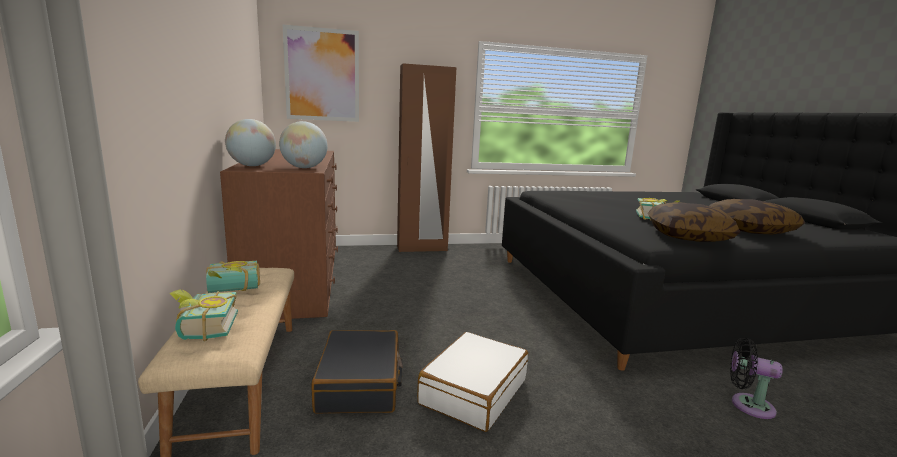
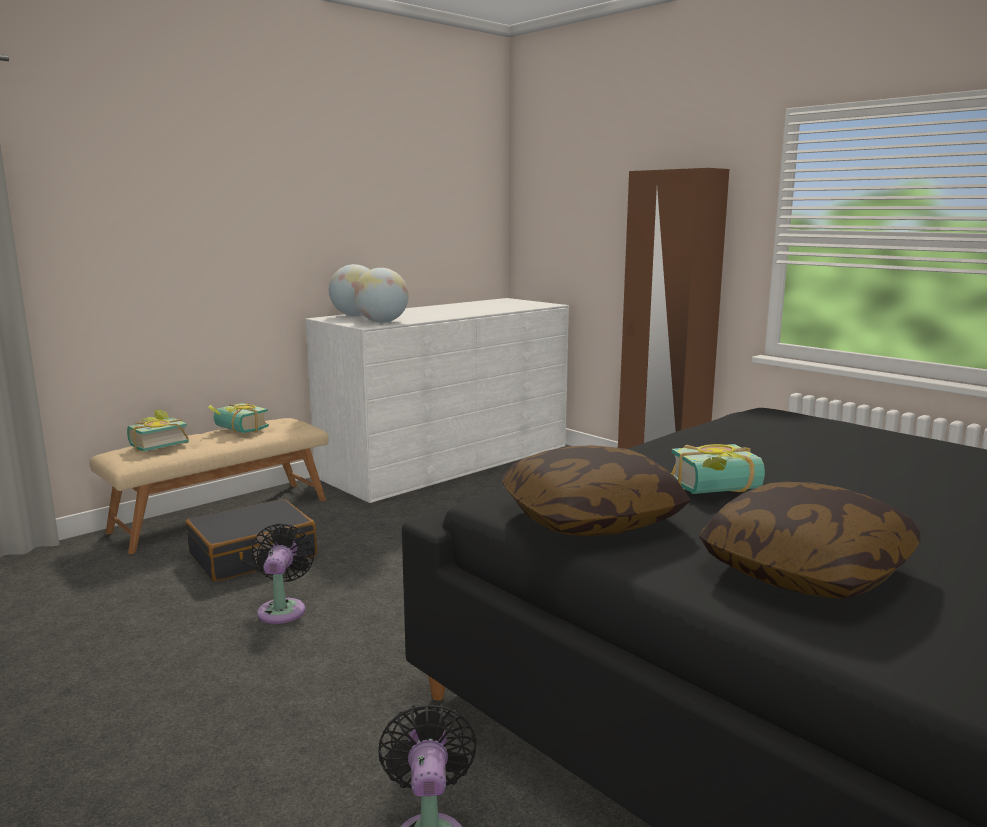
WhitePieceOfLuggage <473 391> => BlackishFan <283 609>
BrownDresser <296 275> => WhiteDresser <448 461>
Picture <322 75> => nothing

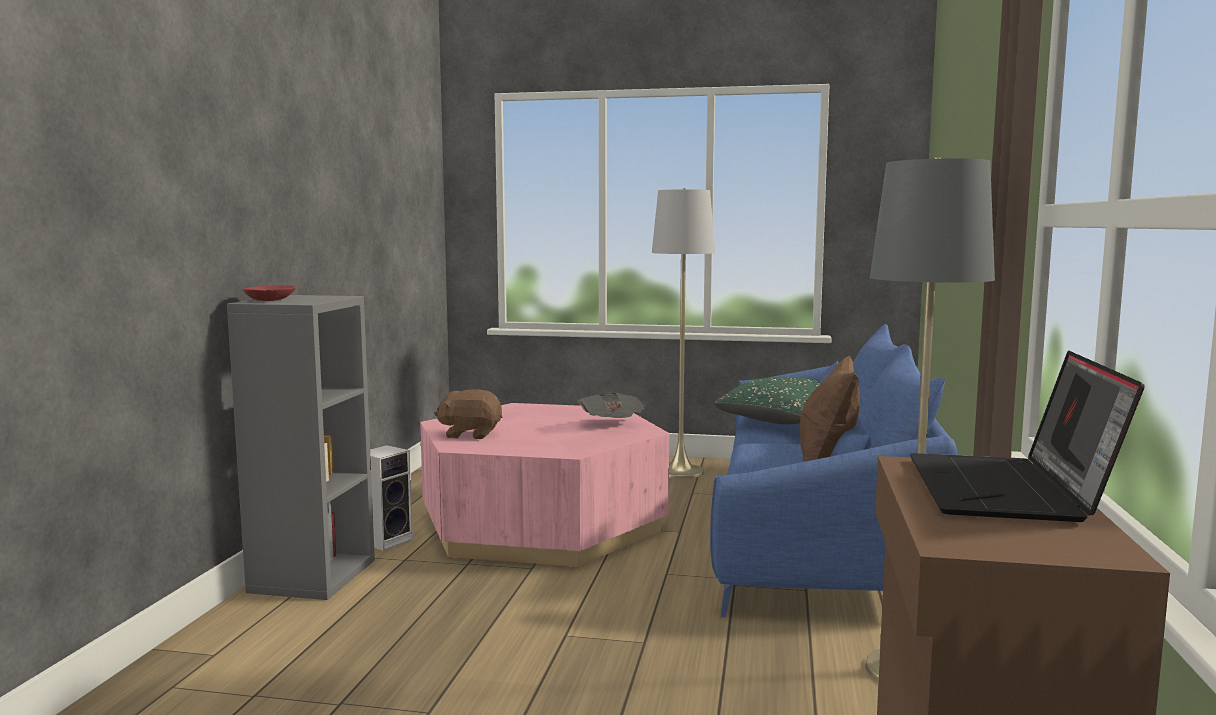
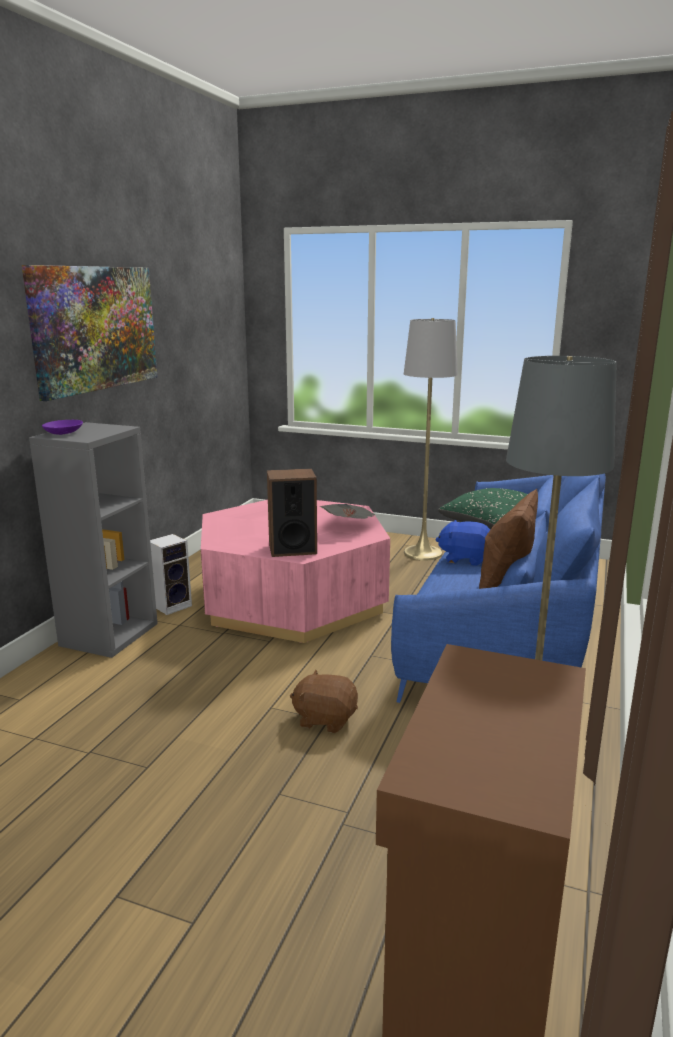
nothing => Picture <95 328>
ReddishServingBowl <269 300> => PurplishServingBowl <63 433>
nothing => Loudspeaker <292 549>
BrownSoftToy <470 434> => BrownSoftToy <325 719>, shifted
nothing => BlueColouredSoftToy <465 558>
PortableComputer <1010 491> => nothing

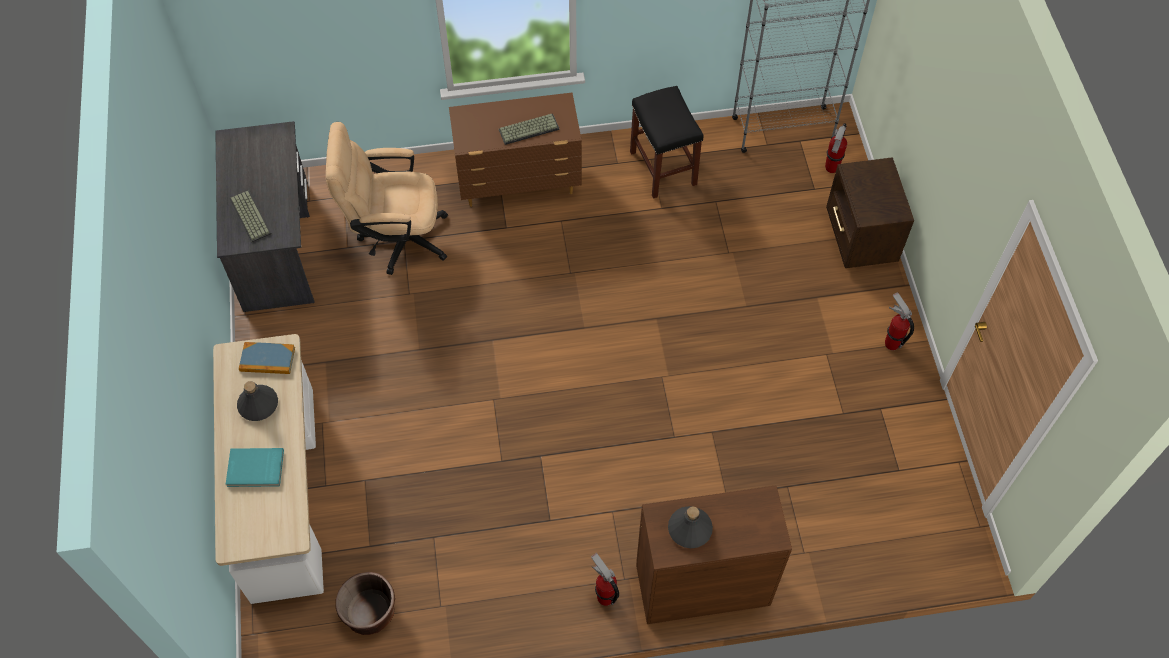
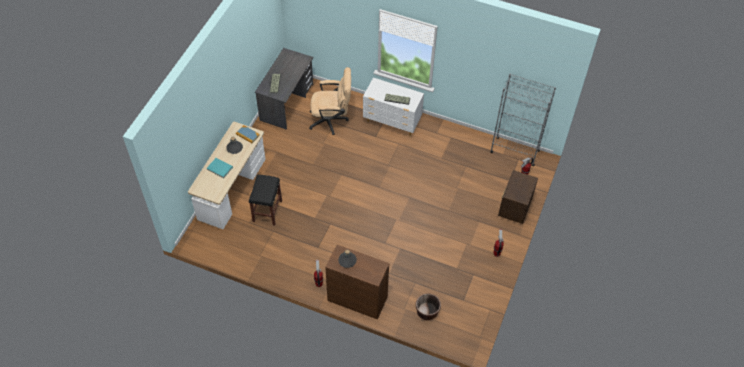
BlackishStool <664 169> => BlackishStool <267 211>, shifted
SandColouredOfficeChair <396 238> => SandColouredOfficeChair <331 120>, 150 degrees clockwise
BrownDresser <520 184> => WhiteDresser <392 122>
BrownFlowerPot <370 612> => BrownFlowerPot <427 312>, shifted

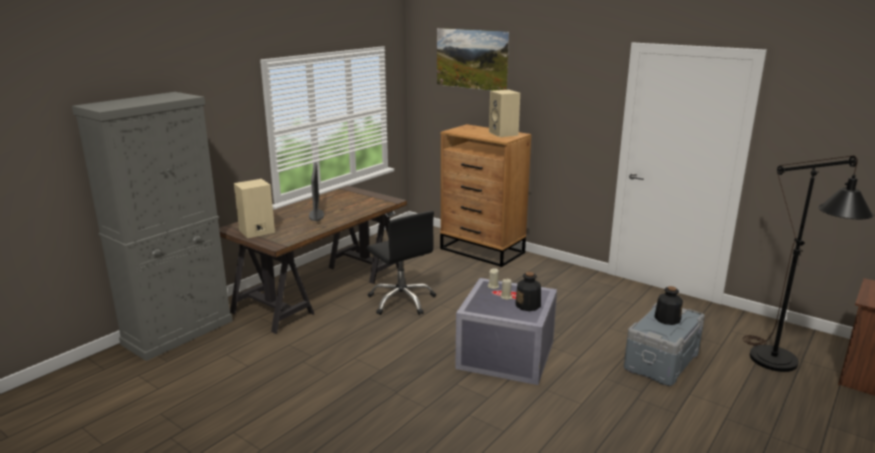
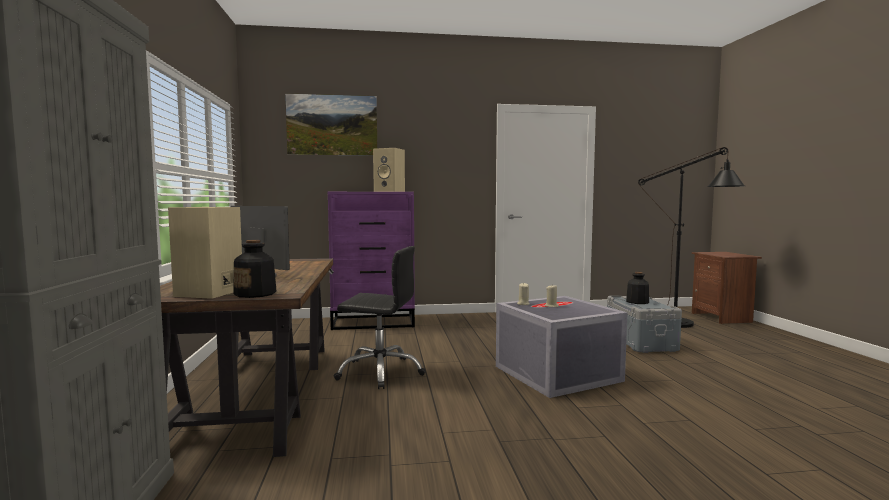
DrinkBottle <528 305> => DrinkBottle <255 294>, shifted
BrownDresser <482 251> => PurplishDresser <374 322>

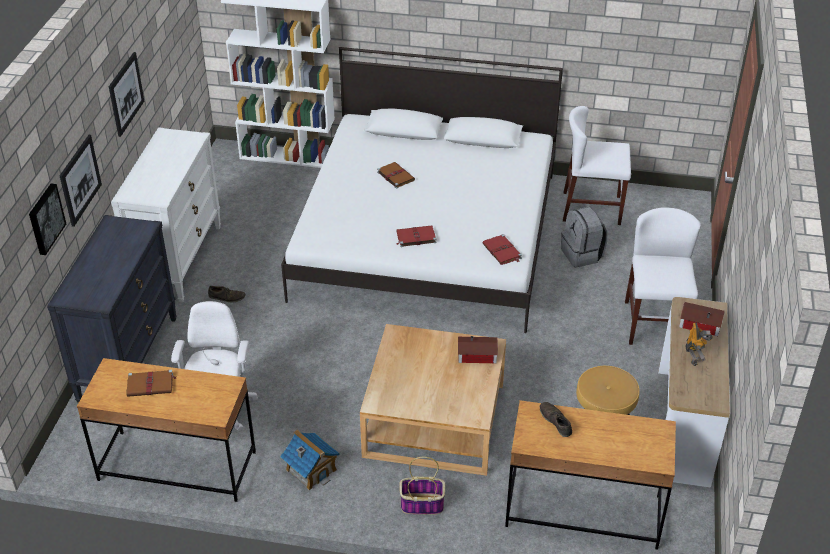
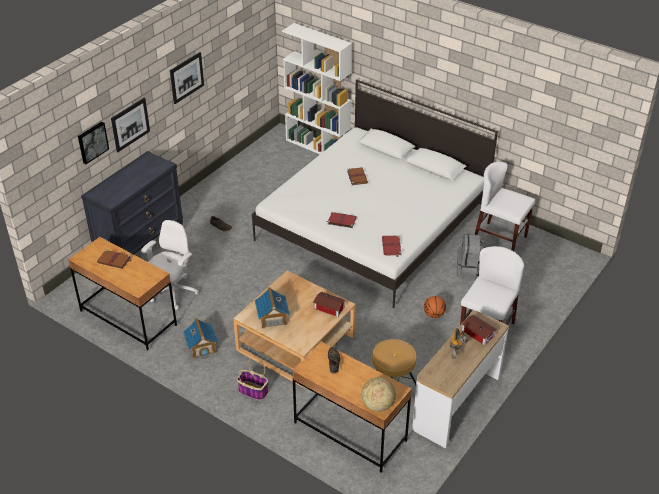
nothing => ToyHouse <272 318>
nothing => DeskGlobe <377 405>
nothing => BasketballBall <434 314>
WhiteDresser <178 260> => nothing

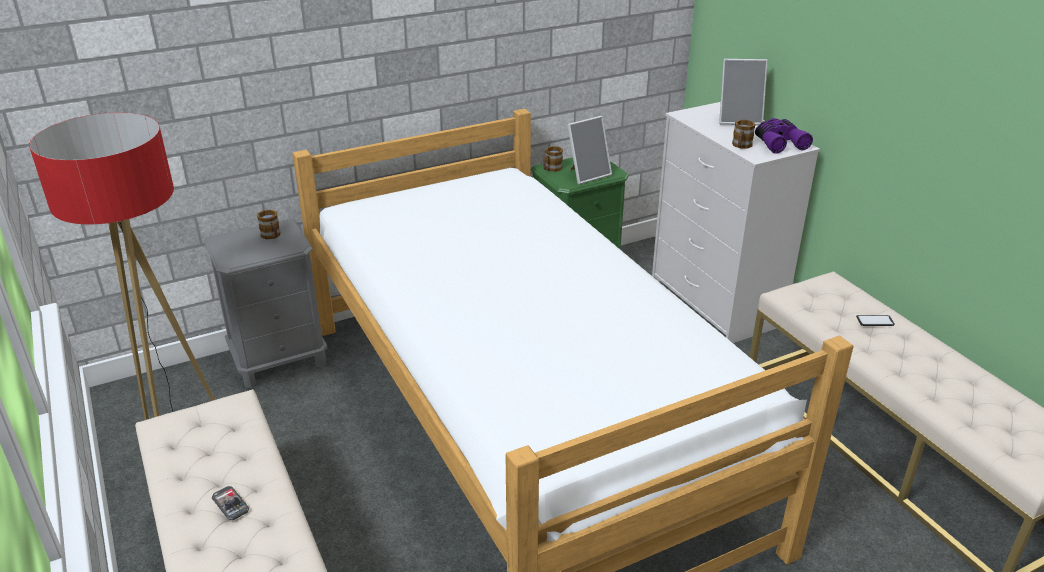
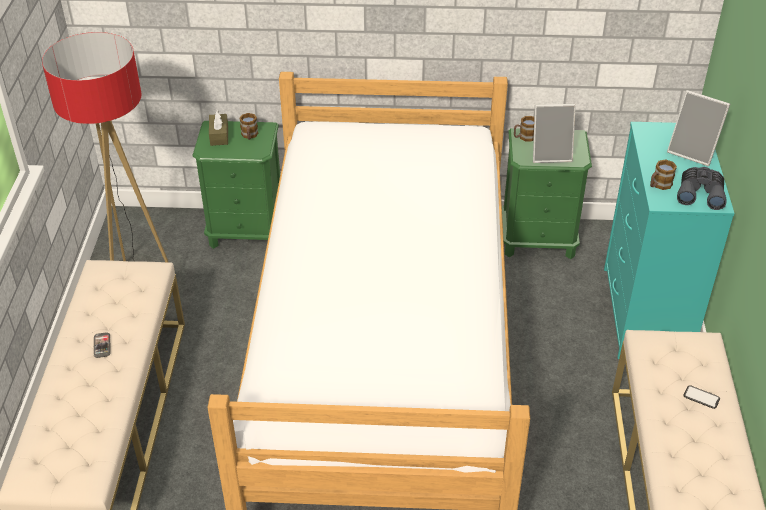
GreyBedsideTable <279 360> => GreenColouredBedsideTable <247 231>
nothing => BrownTissueBox <219 135>
WhiteDresser <716 303> => BlueGreenDresser <646 314>
PurplishPairOfBinoculars <779 143> => GreyPairOfBinoculars <700 193>

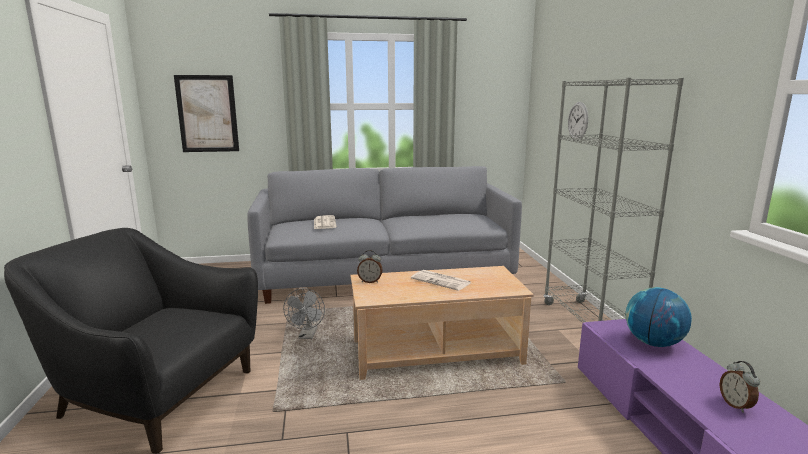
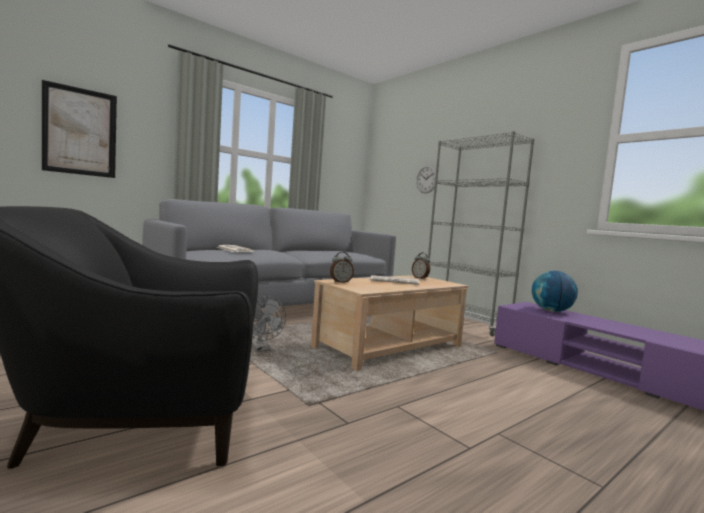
AlarmClock <736 405> => AlarmClock <420 278>, shifted

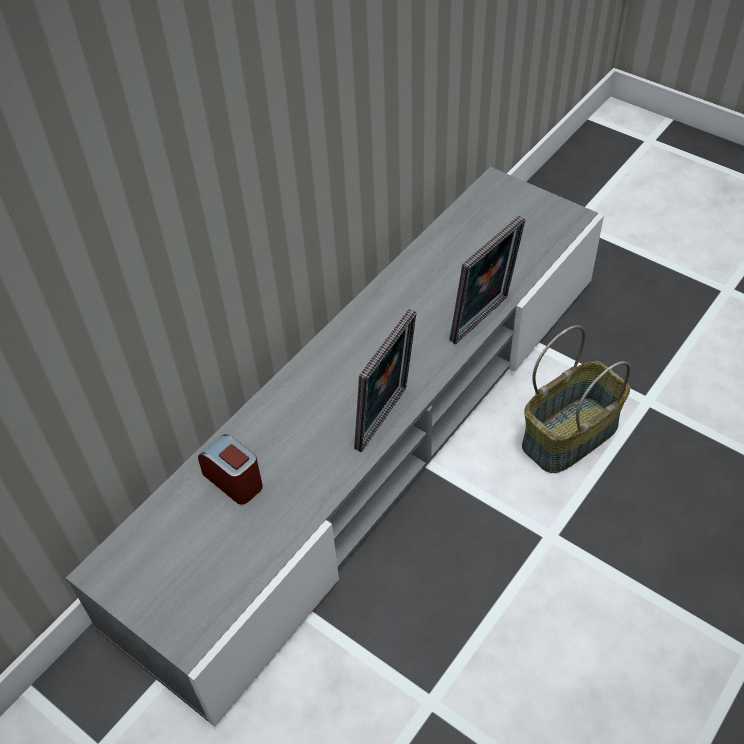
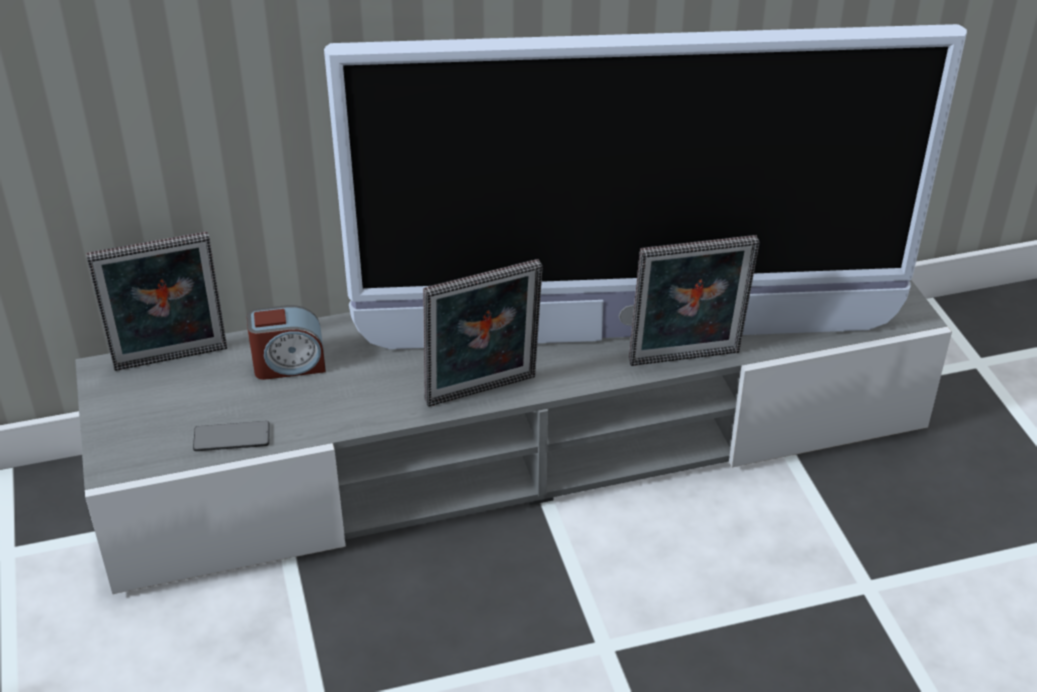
nothing => PhotoFrame <171 361>
nothing => Phone <232 437>
AlarmClock <234 480> => AlarmClock <289 364>, 90 degrees clockwise
nothing => Television <629 335>
StorageBasket <569 434> => nothing

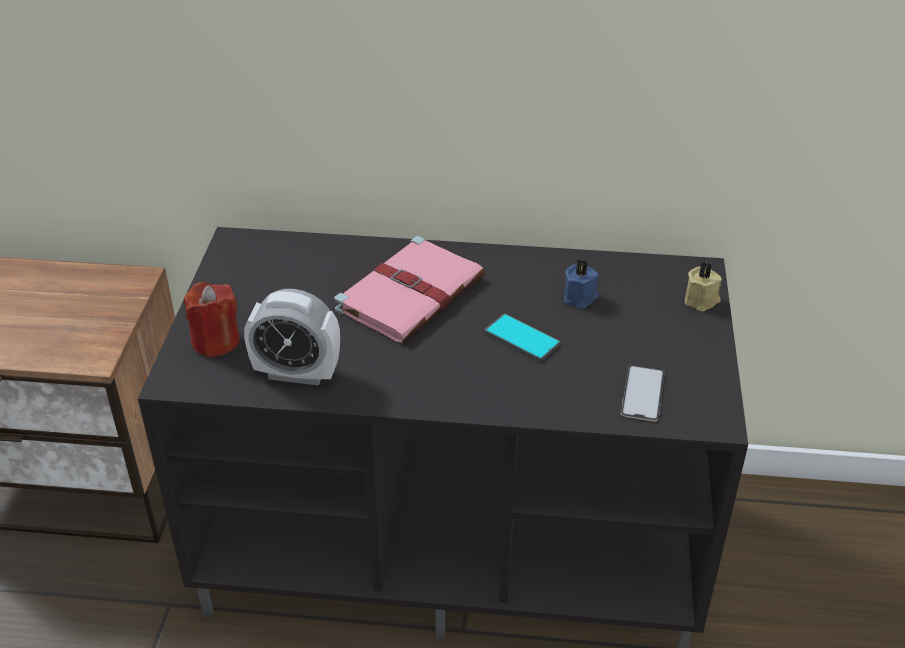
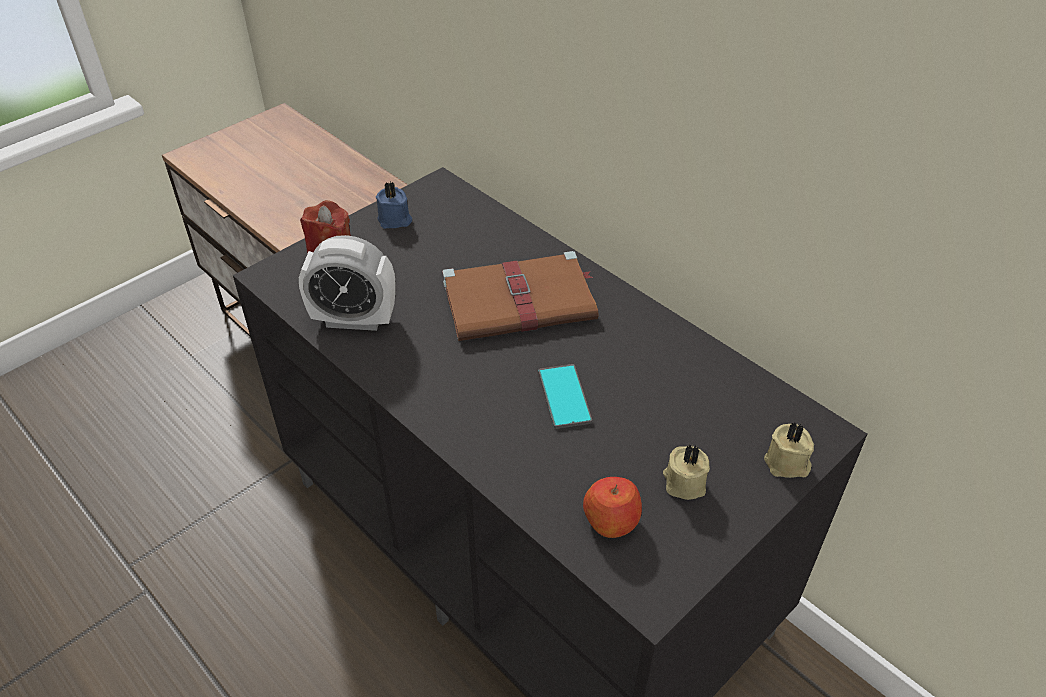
AlarmClock <297 373> => AlarmClock <354 320>, 45 degrees counterclockwise
BlueColouredWaxCandle <581 297> => BlueColouredWaxCandle <395 220>, shifted
PinkBoundBook <412 292> => BrownBoundBook <521 301>
Phone <642 393> => Apple <611 520>
nothing => SandColouredWaxCandle <683 482>

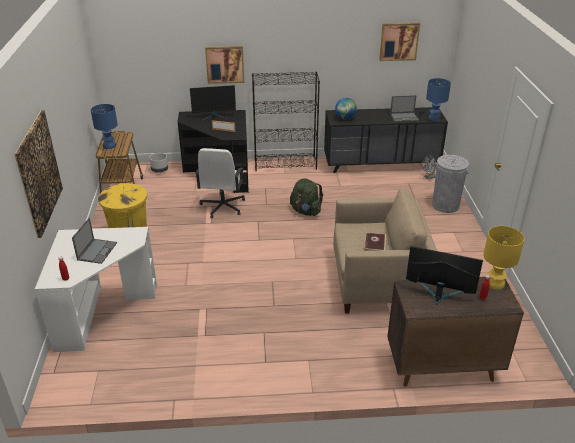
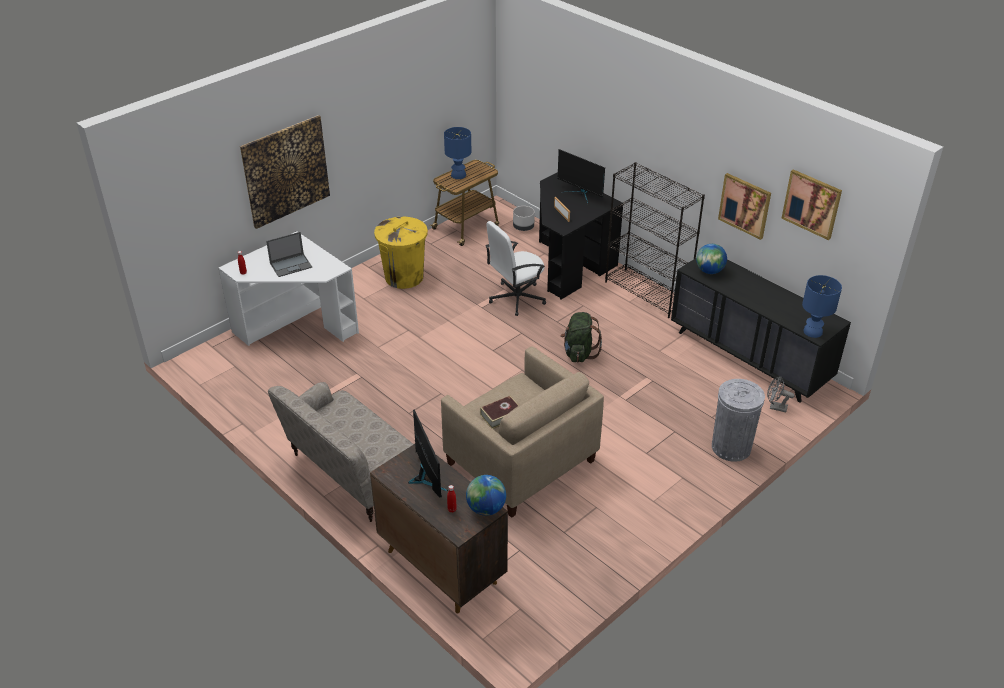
nothing => SandColouredSofa <354 473>
YellowishTabletopLamp <494 283> => DeskGlobe <486 508>
Picture <225 64> => Picture <745 205>, shifted
PortableComputer <404 117> => nothing

